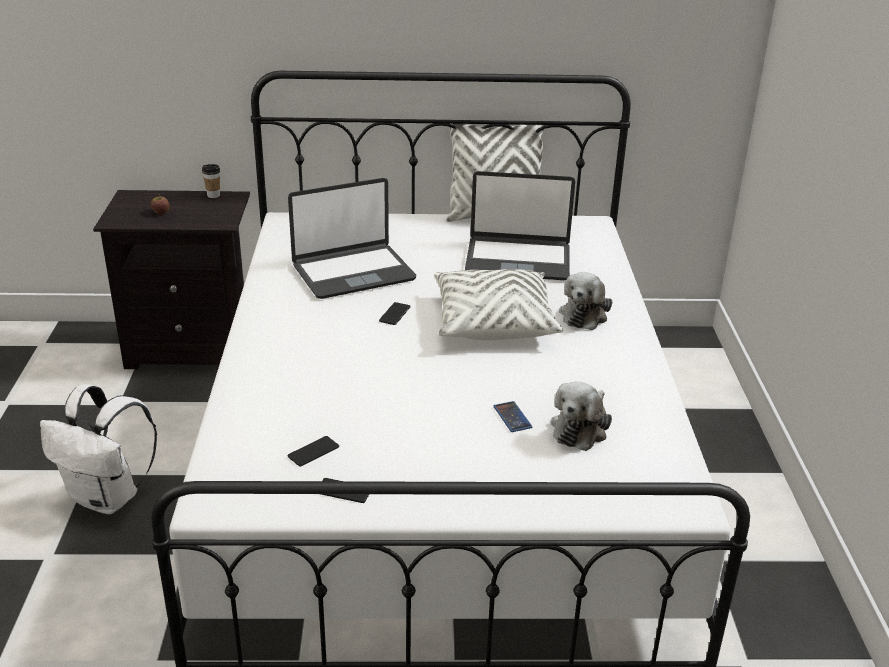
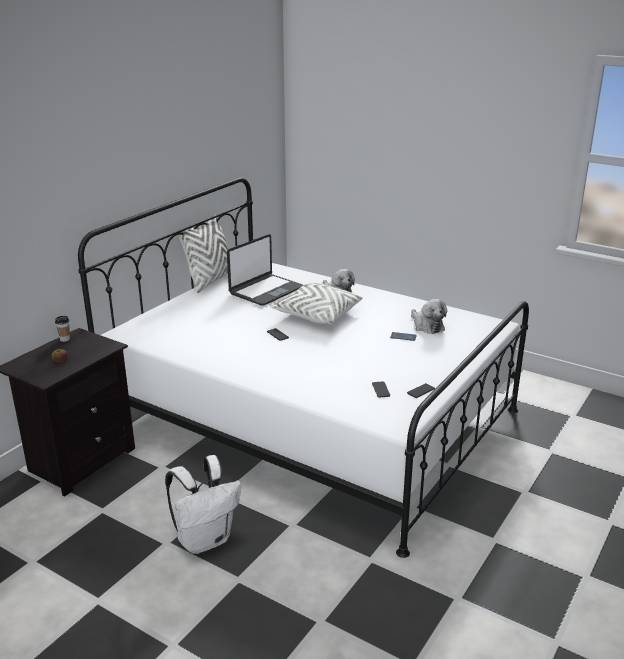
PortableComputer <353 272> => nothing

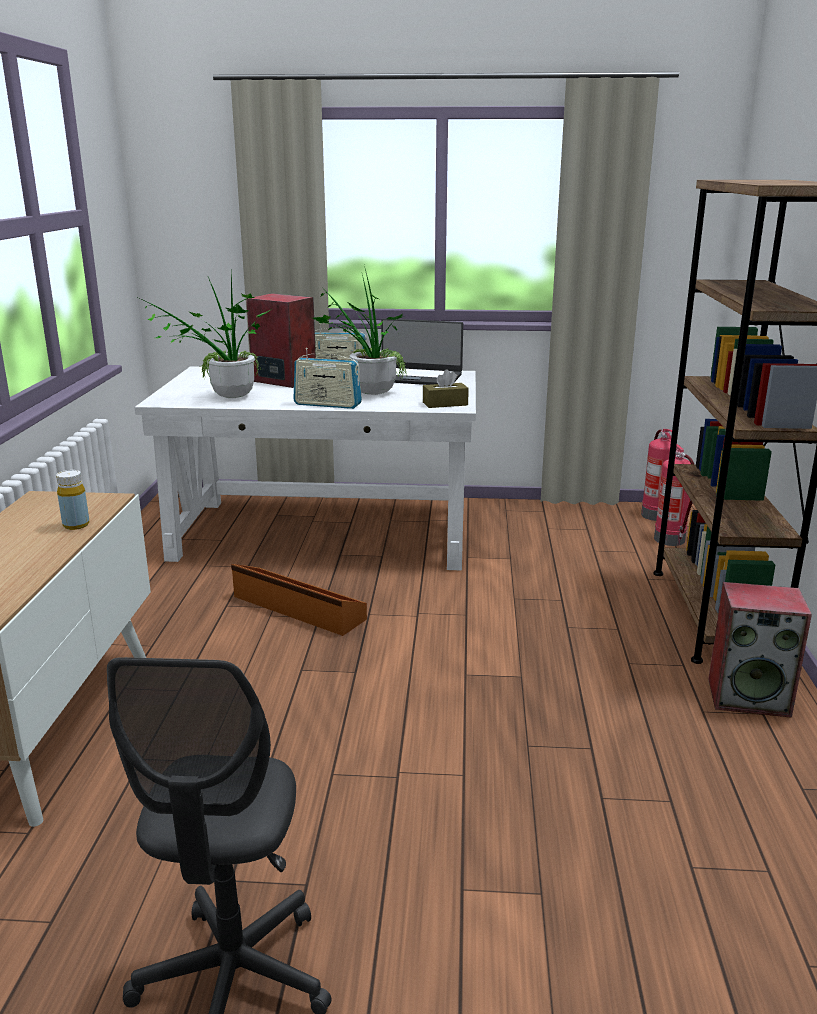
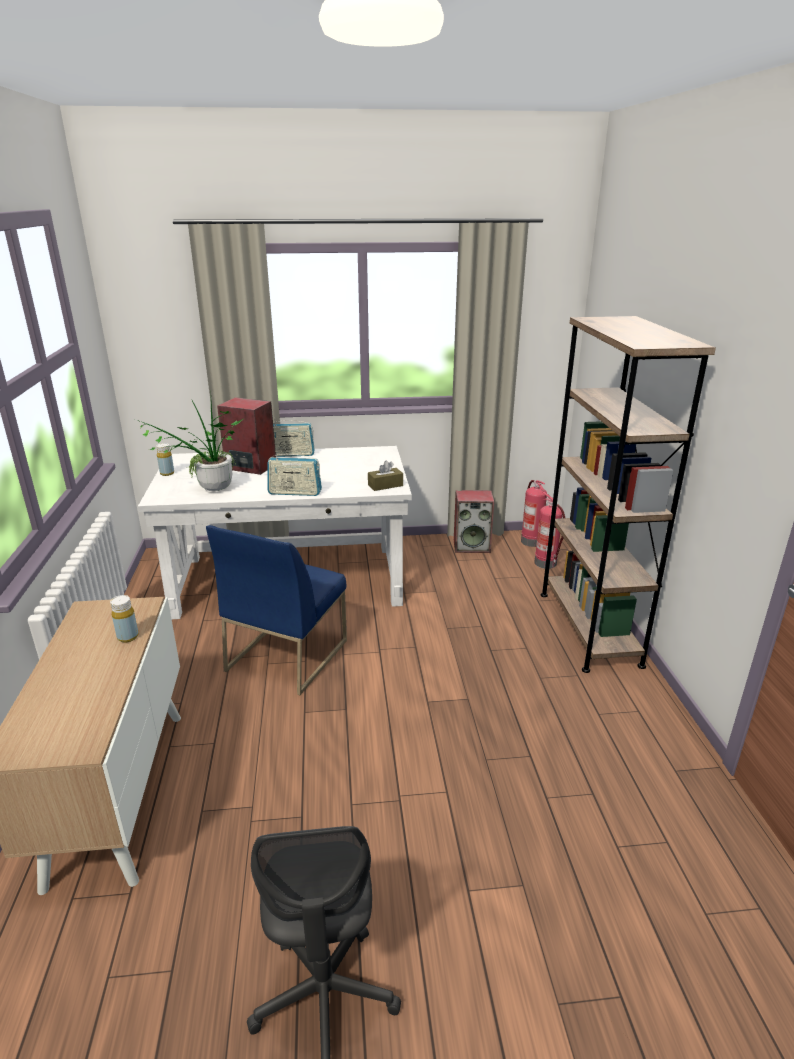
nothing => YellowishDrinkBottle <167 473>
BrownStorageBox <297 608> => BlueColouredChair <287 654>
Loudspeaker <749 697> => Loudspeaker <472 546>, shifted
PottedPlant <366 392> => nothing
PortableComputer <416 377> => nothing

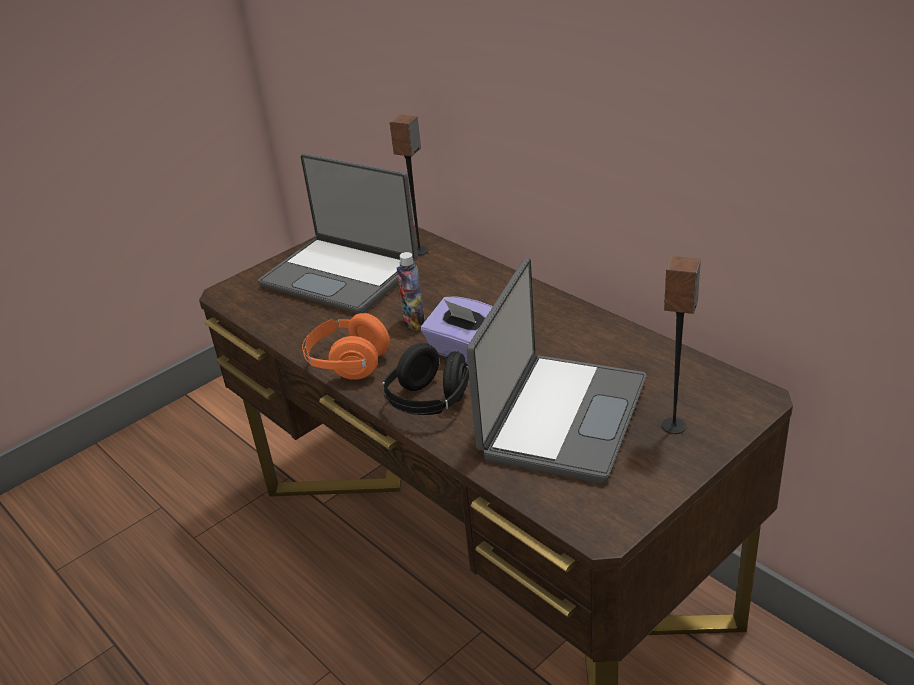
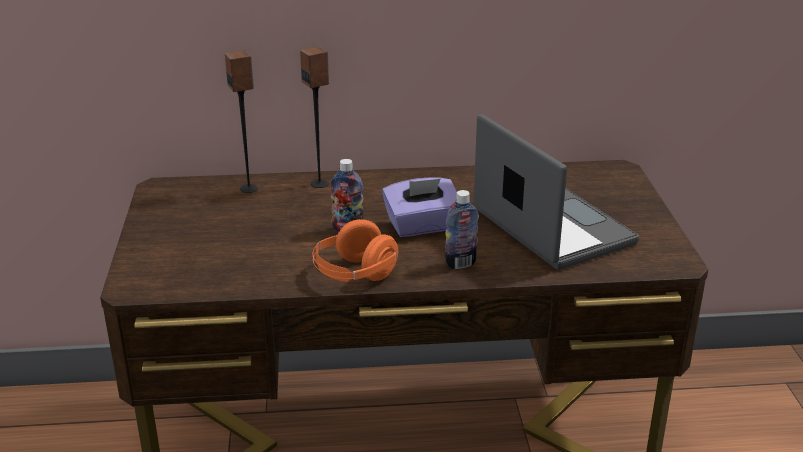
Loudspeaker <674 426> => Loudspeaker <320 183>, shifted
BlackishHeadphones <429 402> => DrinkBottle <460 263>
PortableComputer <341 275> => nothing

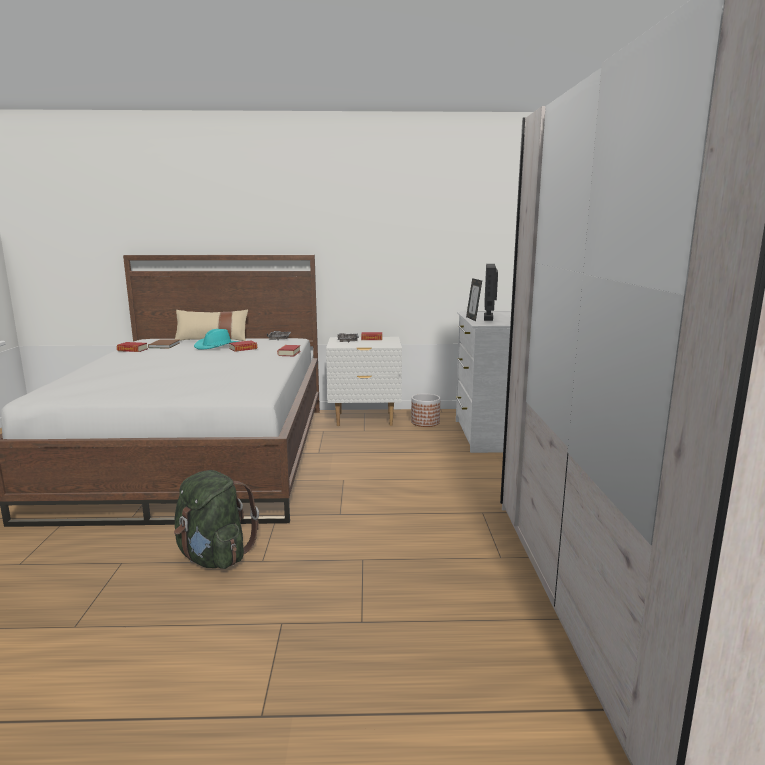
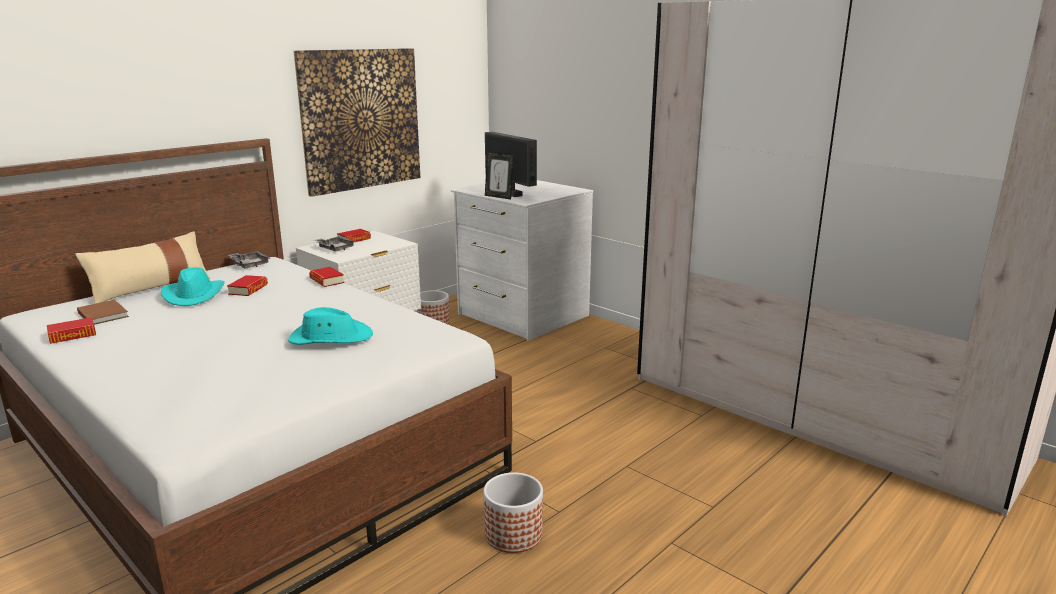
nothing => BlueGreenHat <330 338>
nothing => Picture <361 119>
GreenColouredKnapsack <214 557> => FlowerPot <514 534>

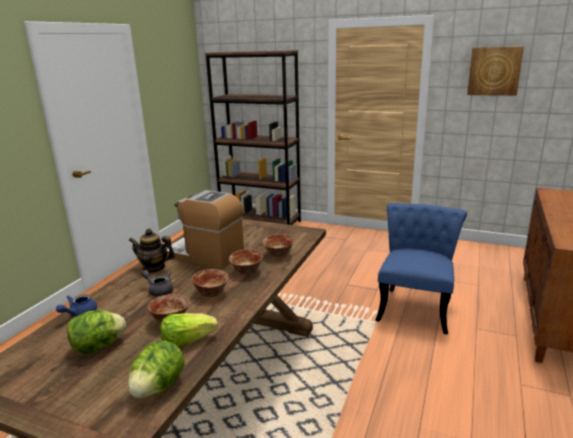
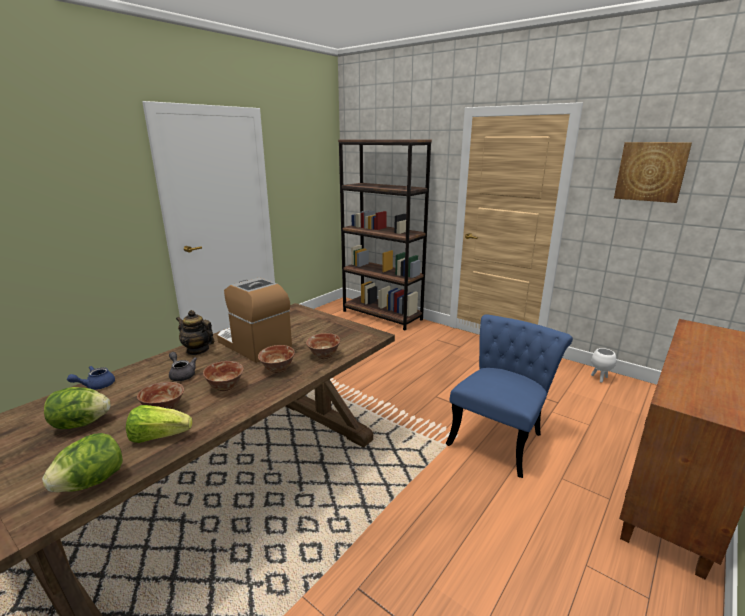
nothing => WhiteFlowerPot <599 378>

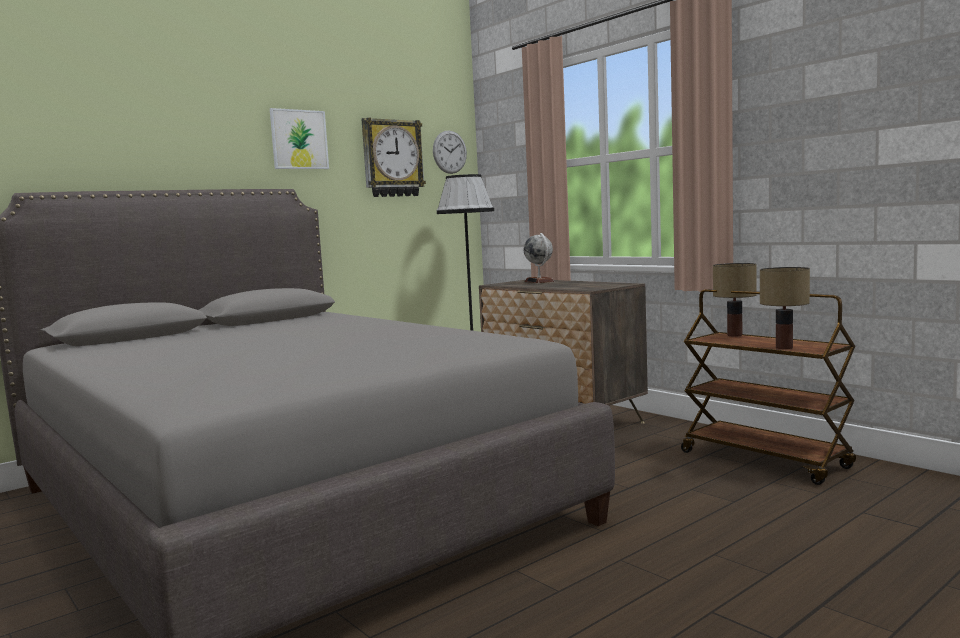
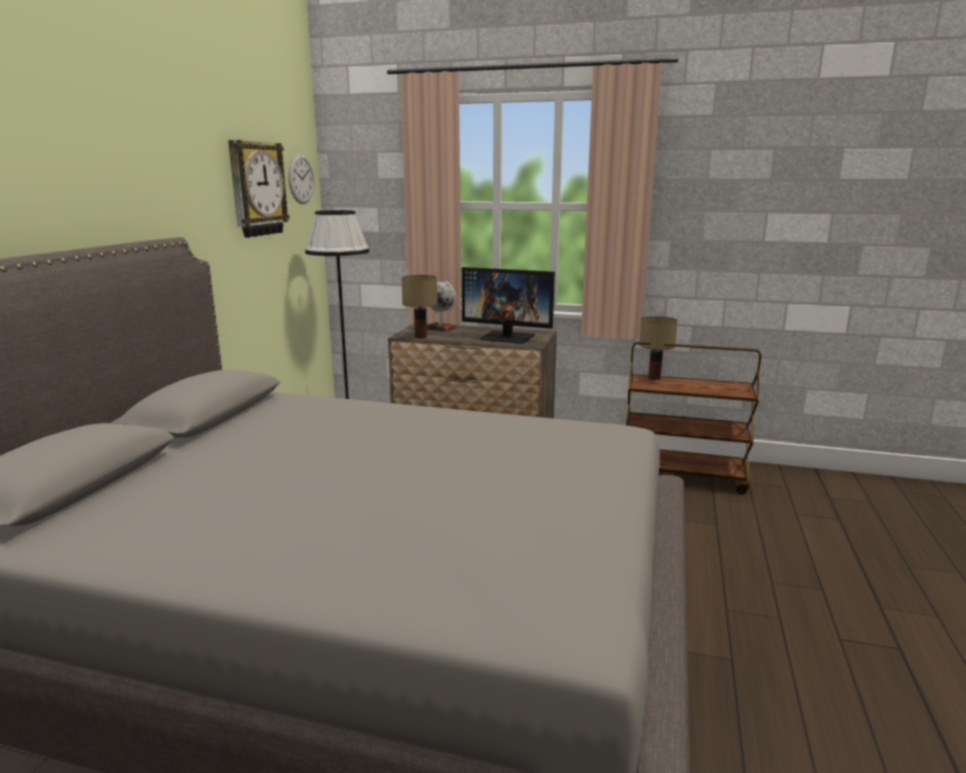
TabletopLamp <784 347> => TabletopLamp <420 337>, shifted
nothing => ComputerScreen <508 337>
Picture <299 139> => nothing

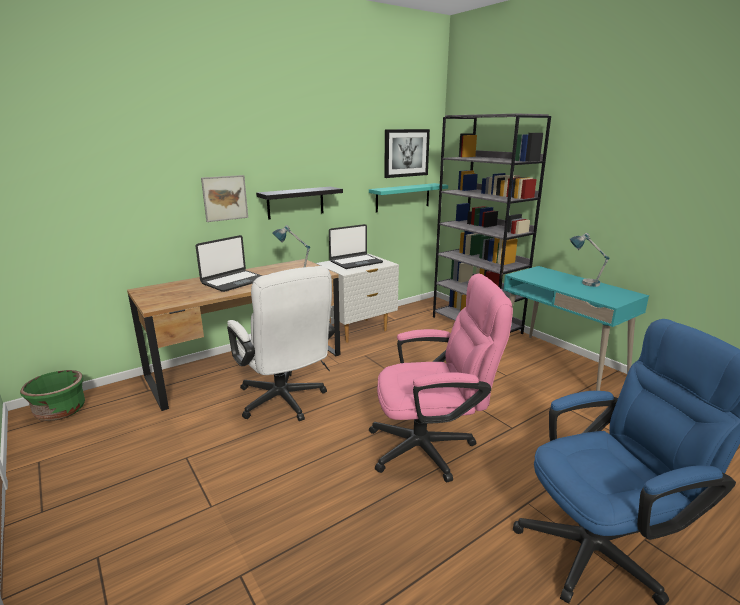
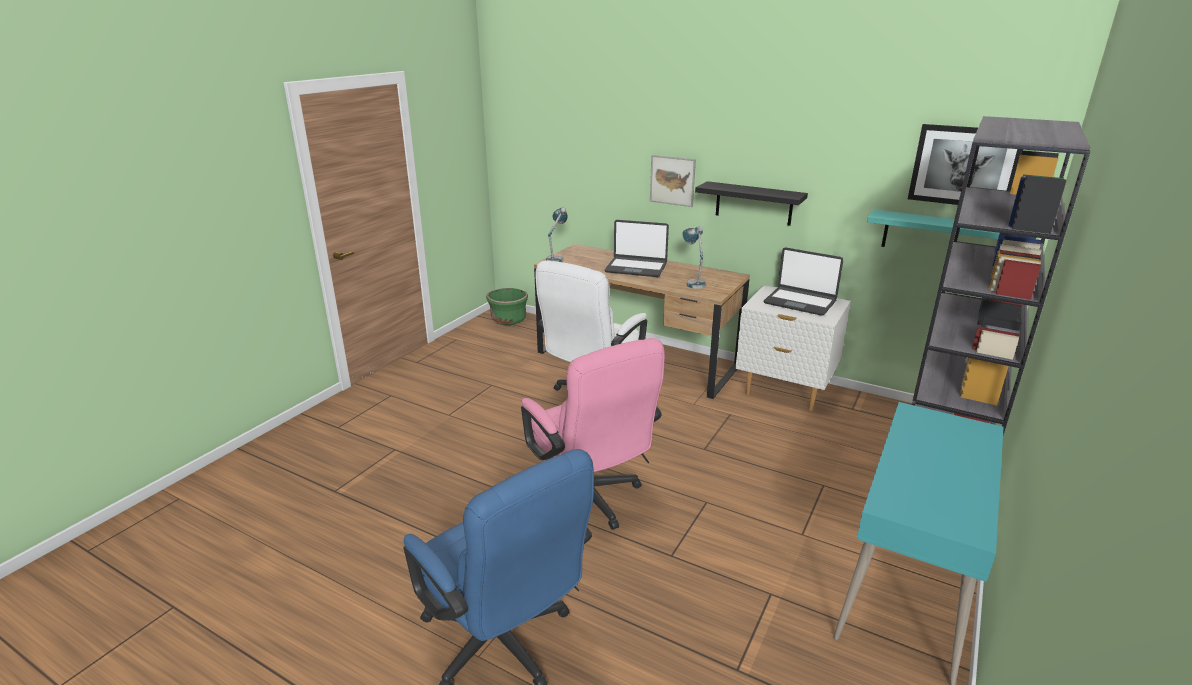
TabletopLamp <583 282> => TabletopLamp <557 258>, shifted

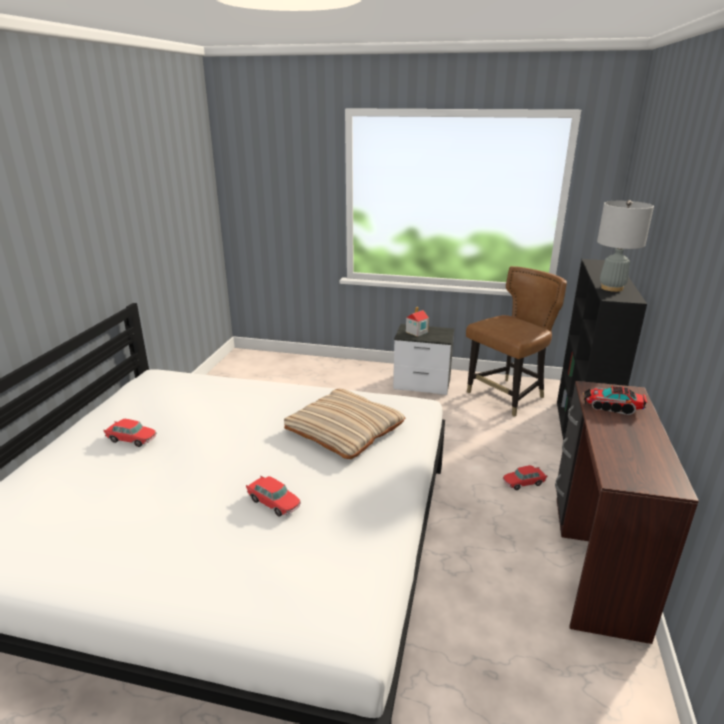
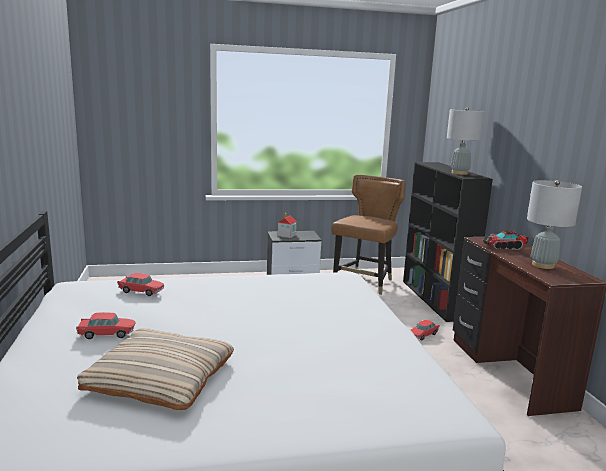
SandColouredThrowPillow <344 429> => SandColouredThrowPillow <161 376>, shifted
ModelCar <274 503> => ModelCar <141 291>, shifted
nothing => GreyTabletopLamp <543 265>

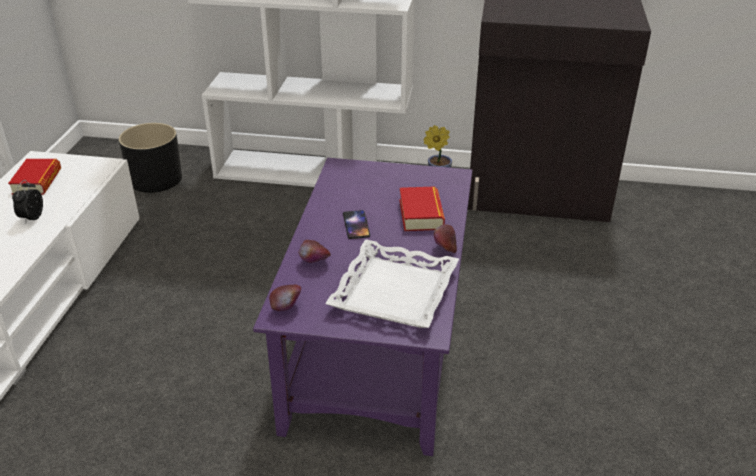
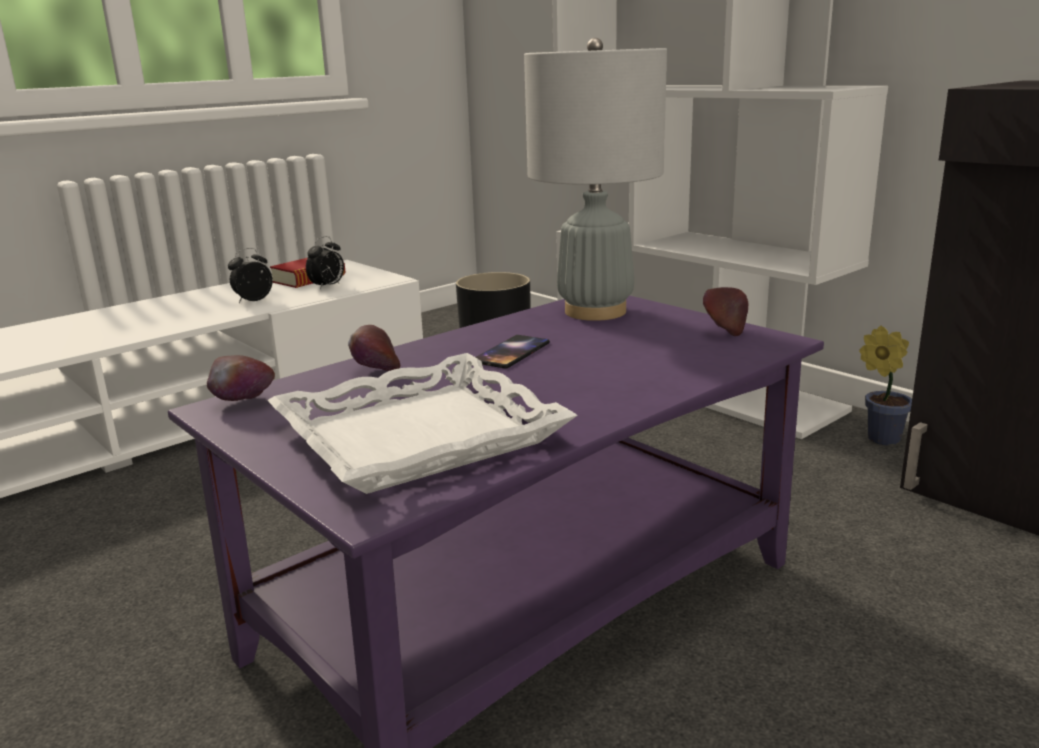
nothing => AlarmClock <328 287>
nothing => GreyTabletopLamp <594 311>
Apple <444 249> => Apple <724 331>, shifted
BoundBook <421 214> => nothing

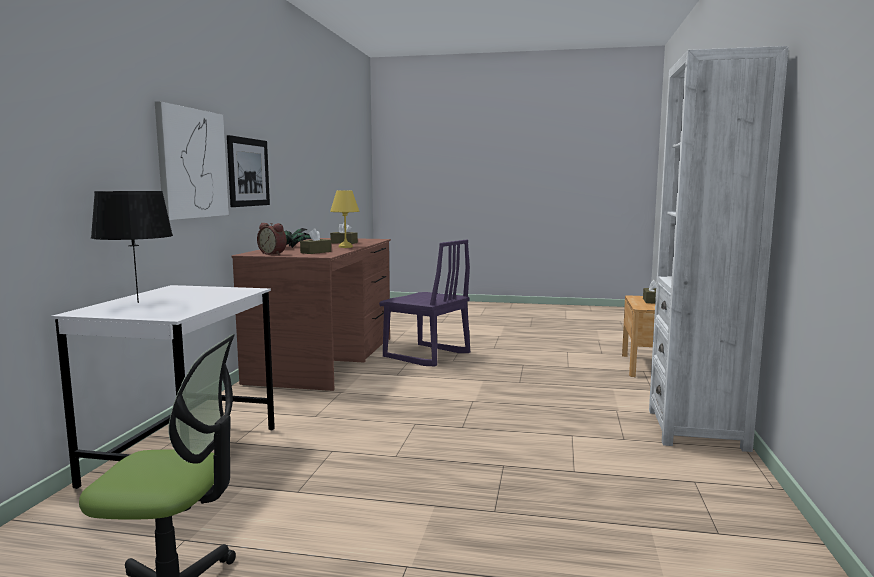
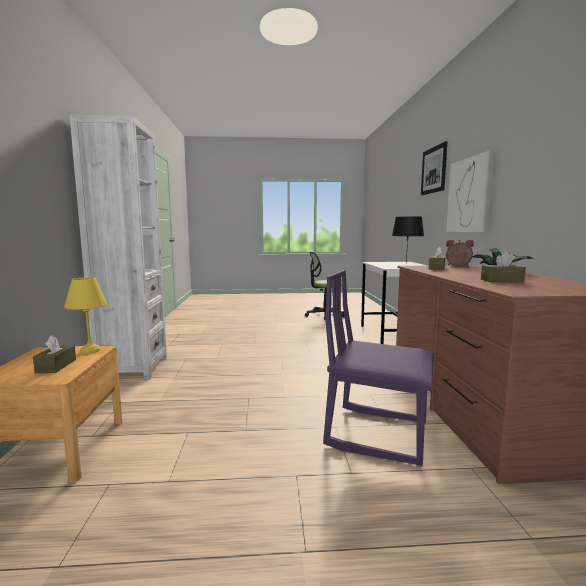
YellowishTabletopLamp <345 247> => YellowishTabletopLamp <91 350>, shifted
Picture <248 172> => Picture <433 170>, shifted

